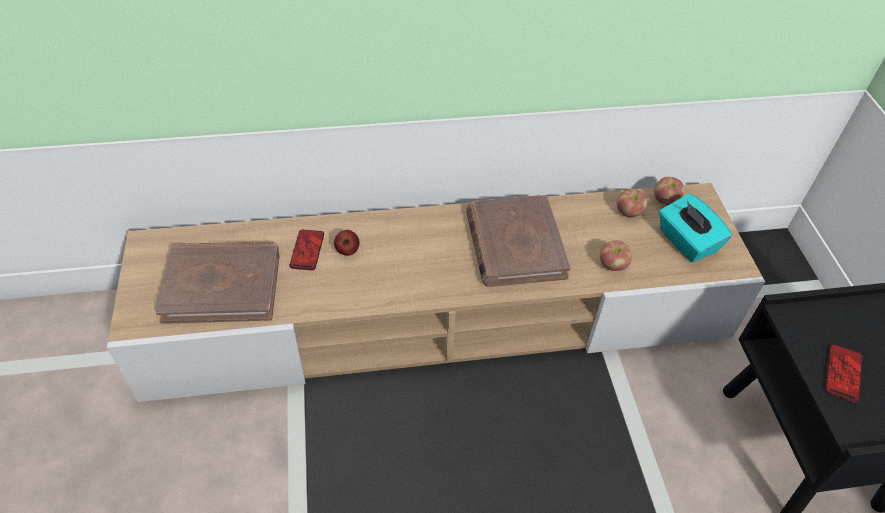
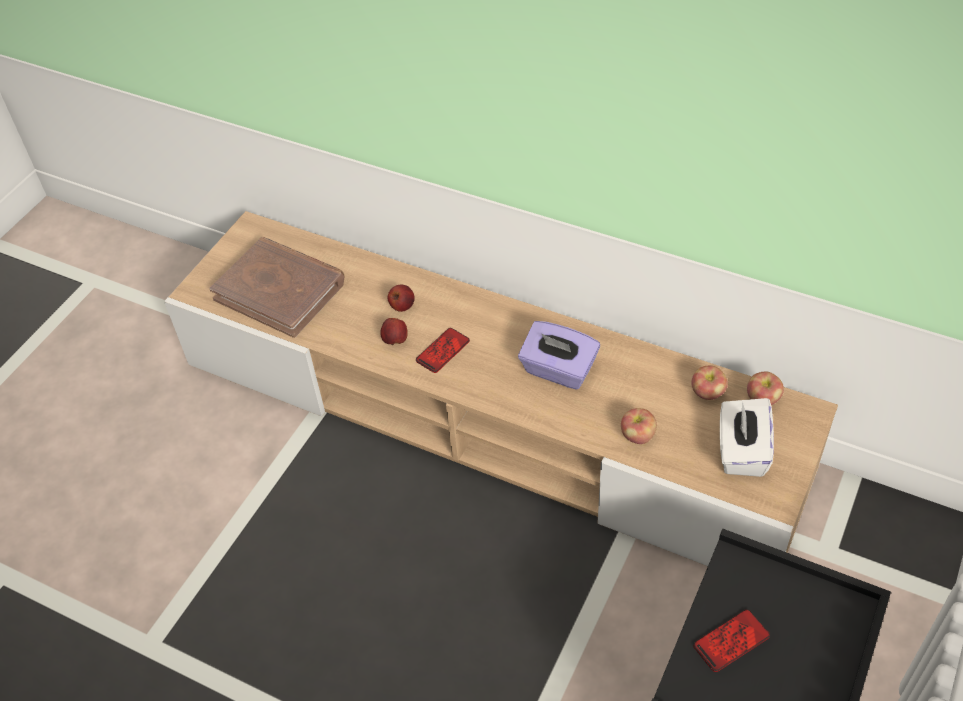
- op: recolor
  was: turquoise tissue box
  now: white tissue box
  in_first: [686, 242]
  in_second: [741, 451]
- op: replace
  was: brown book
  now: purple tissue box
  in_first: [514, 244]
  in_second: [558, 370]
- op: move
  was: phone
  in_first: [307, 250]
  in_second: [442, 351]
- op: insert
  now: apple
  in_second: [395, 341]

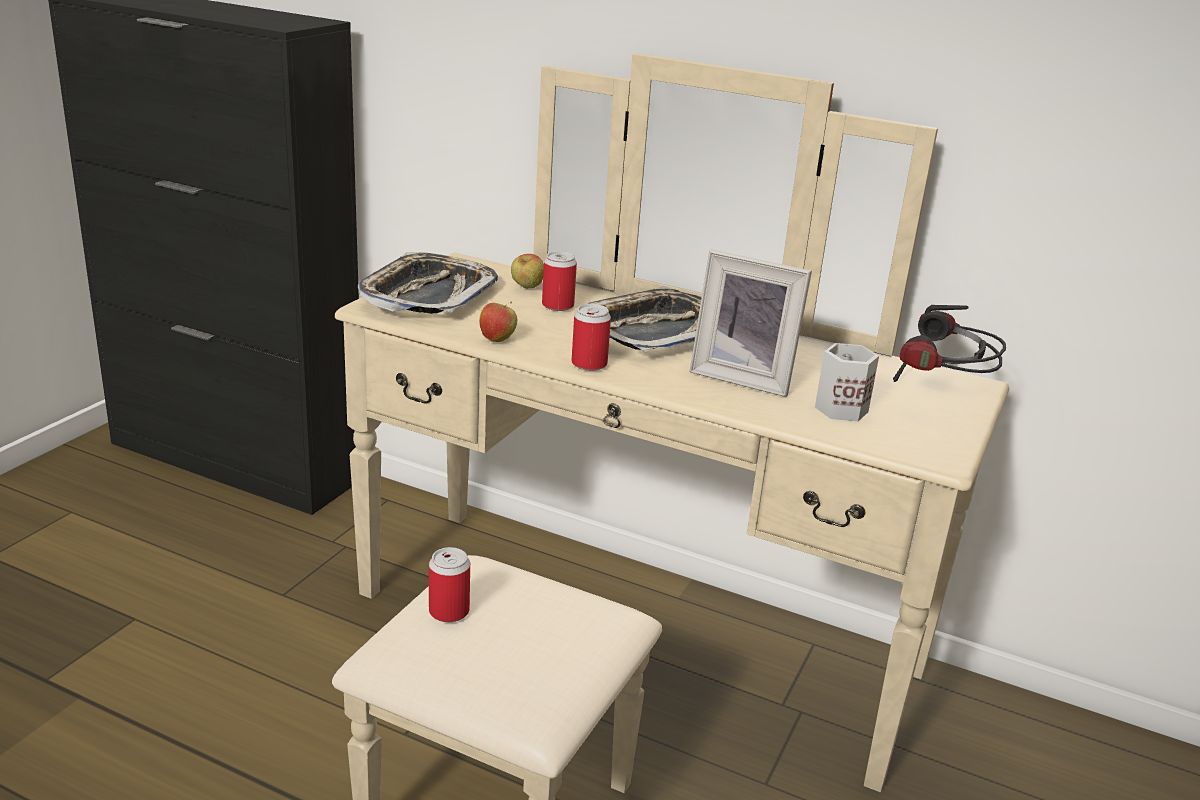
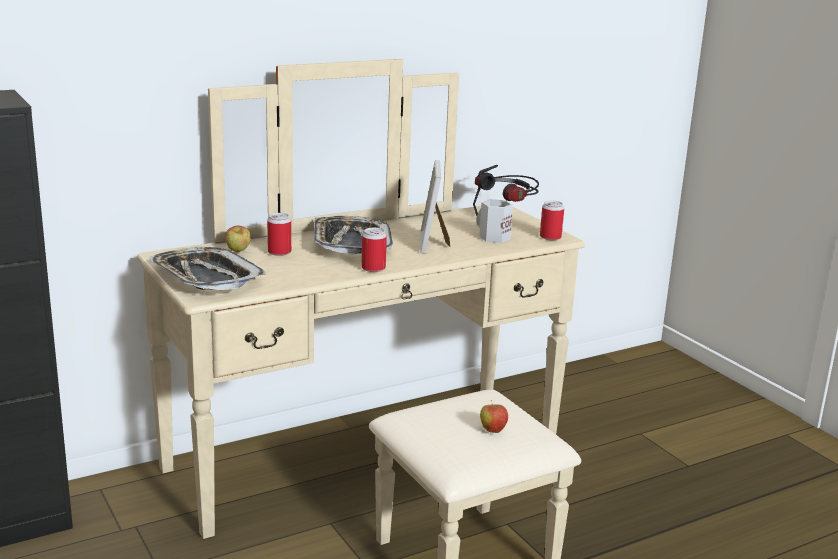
- op: rotate
  was: picture frame
  in_first: [744, 377]
  in_second: [435, 243]
  clockwise: 120
- op: move
  was: apple
  in_first: [497, 339]
  in_second: [492, 430]
- op: move
  was: can
  in_first: [449, 611]
  in_second: [550, 237]

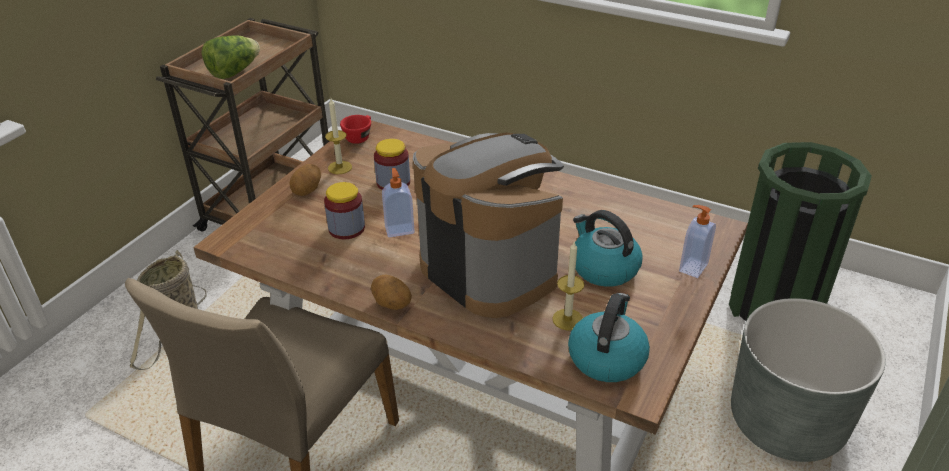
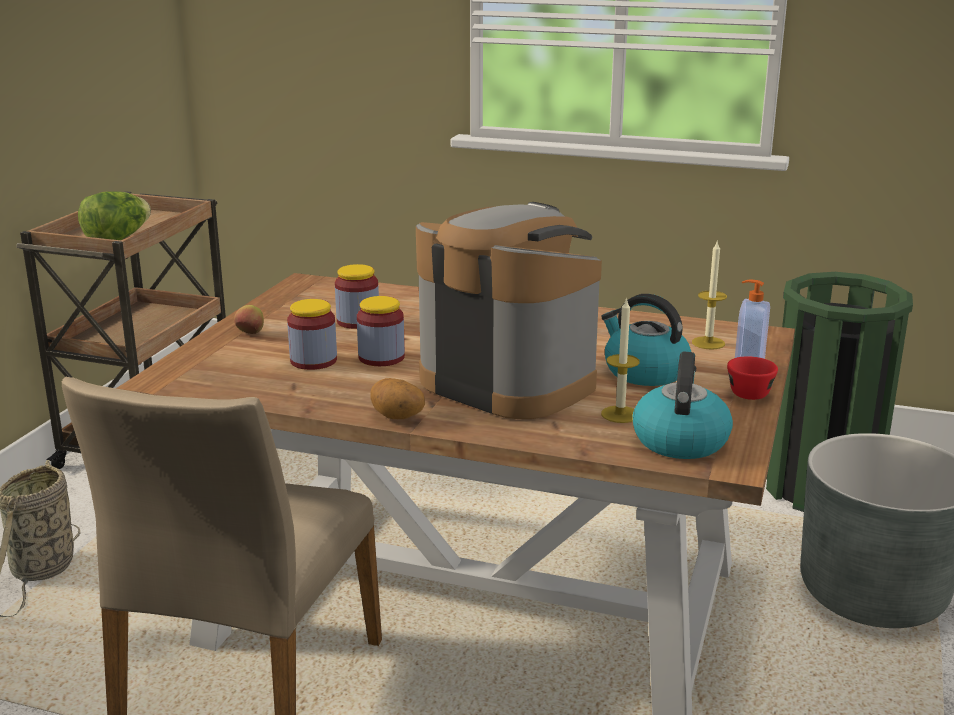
- op: move
  was: candle
  in_first: [340, 167]
  in_second: [708, 343]
- op: move
  was: red cup
  in_first: [359, 137]
  in_second: [749, 391]
- op: replace
  was: potato
  now: apple
  in_first: [307, 191]
  in_second: [250, 334]
- op: replace
  was: soap dispenser
  now: jar
  in_first: [399, 229]
  in_second: [381, 357]

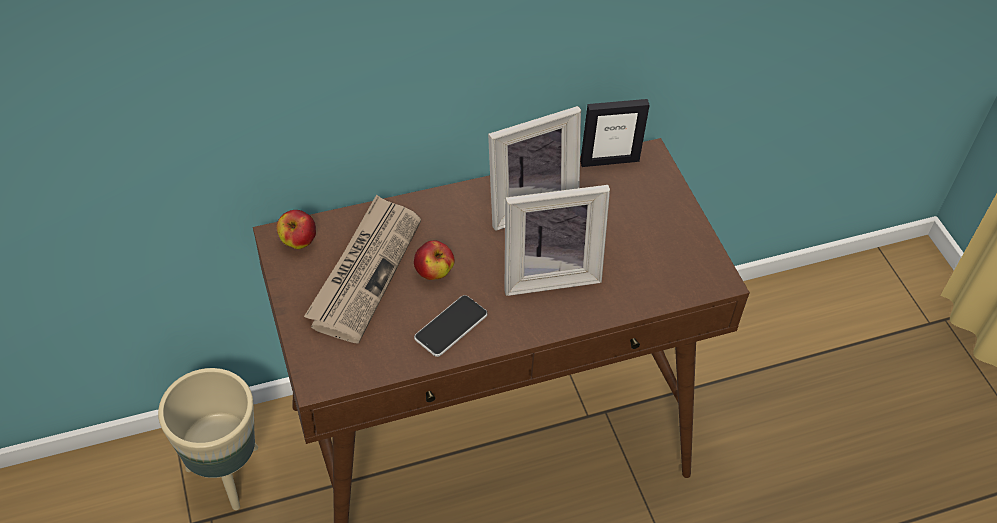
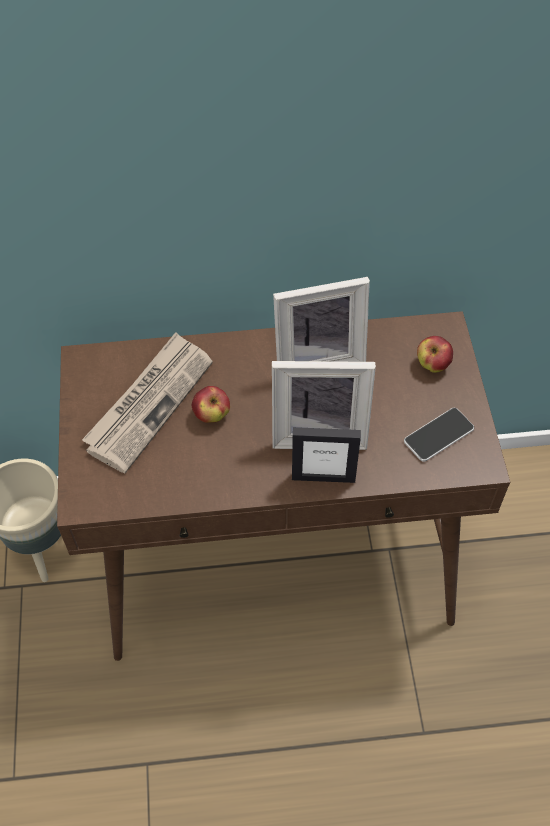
- op: move
  was: picture frame
  in_first: [609, 161]
  in_second: [323, 477]
- op: move
  was: apple
  in_first: [298, 241]
  in_second: [432, 364]
- op: move
  was: phone
  in_first: [451, 326]
  in_second: [438, 435]

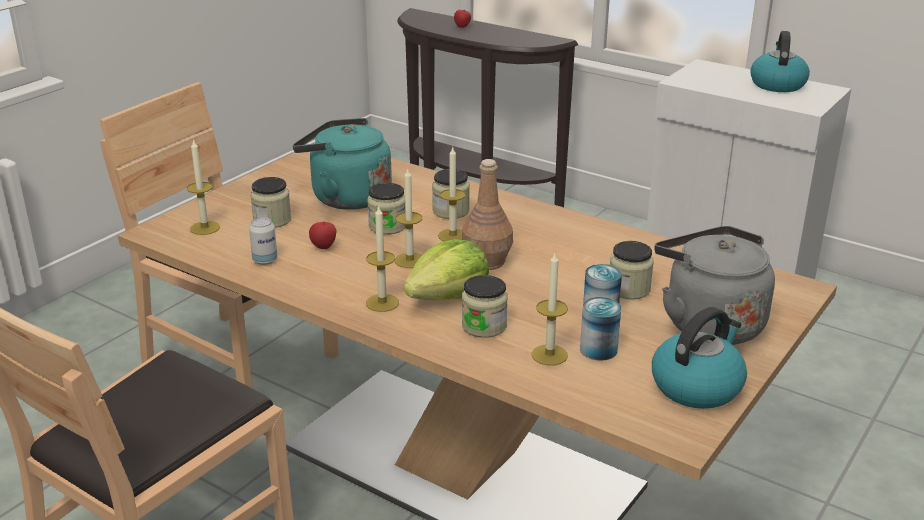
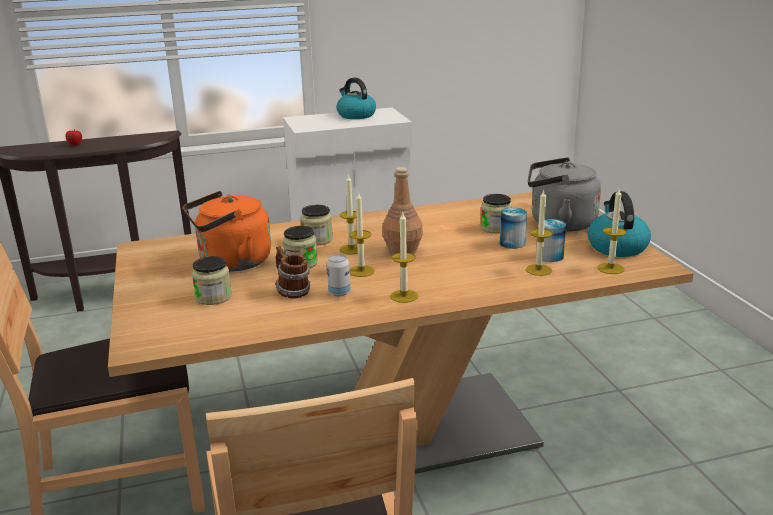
- op: recolor
  was: turquoise kettle
  now: orange kettle
  in_first: [346, 197]
  in_second: [231, 263]
- op: move
  was: candle
  in_first: [205, 228]
  in_second: [610, 268]
- op: move
  was: can
  in_first: [265, 260]
  in_second: [339, 293]
- op: replace
  was: apple
  now: mug
  in_first: [324, 247]
  in_second: [292, 292]
- op: delete
  was: lettuce
  in_first: [448, 296]
- op: delete
  was: jar
  in_first: [484, 326]

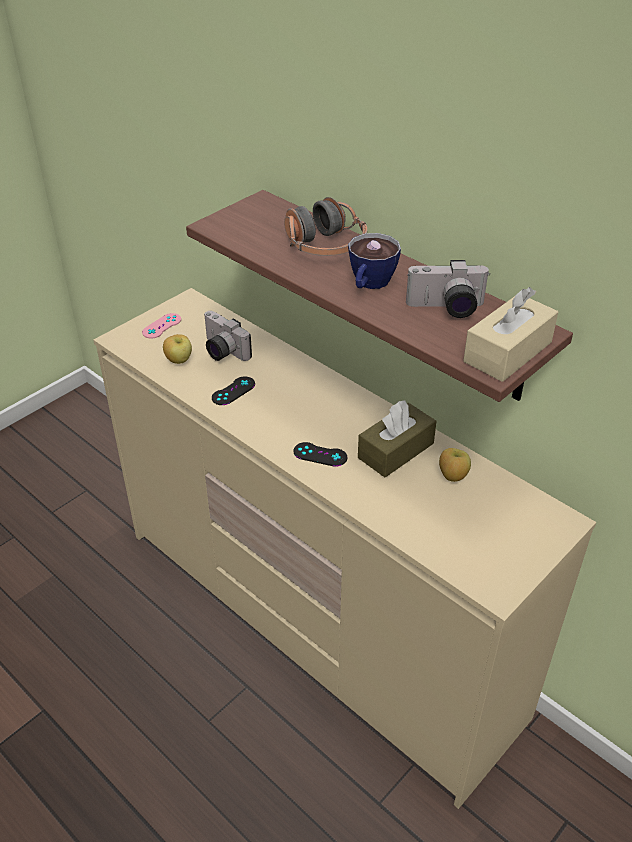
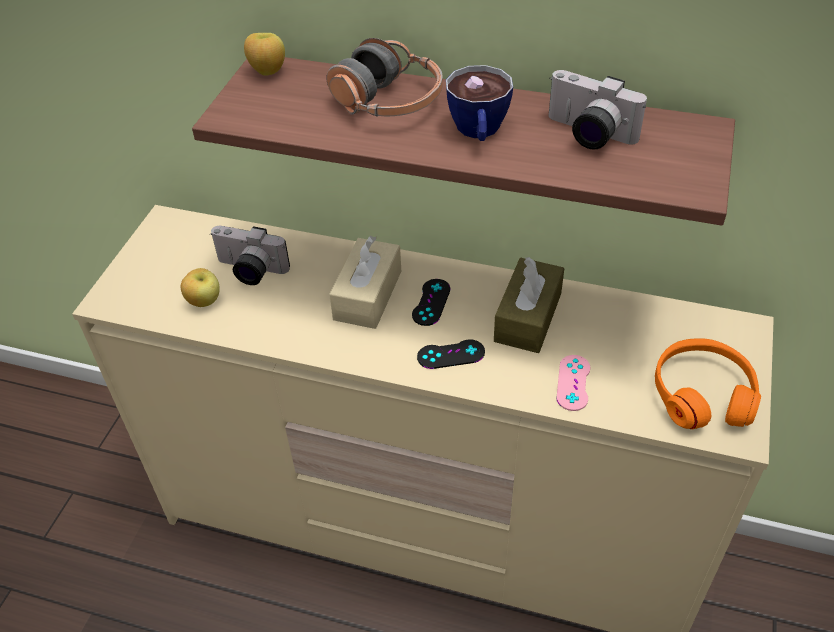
- op: rotate
  was: photo camera
  in_first: [446, 309]
  in_second: [587, 134]
  clockwise: 60
- op: move
  was: beige tissue box
  in_first: [507, 352]
  in_second: [368, 295]
- op: move
  was: pink game controller
  in_first: [162, 326]
  in_second: [573, 383]
- op: move
  was: black game controller
  in_first: [233, 391]
  in_second: [431, 302]
- op: move
  was: apple
  in_first: [452, 476]
  in_second: [267, 72]
- op: insert
  now: orange headphones
  in_second: [702, 393]

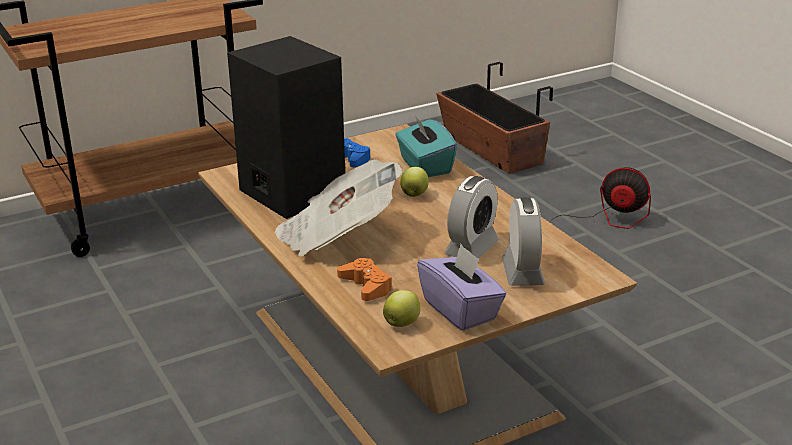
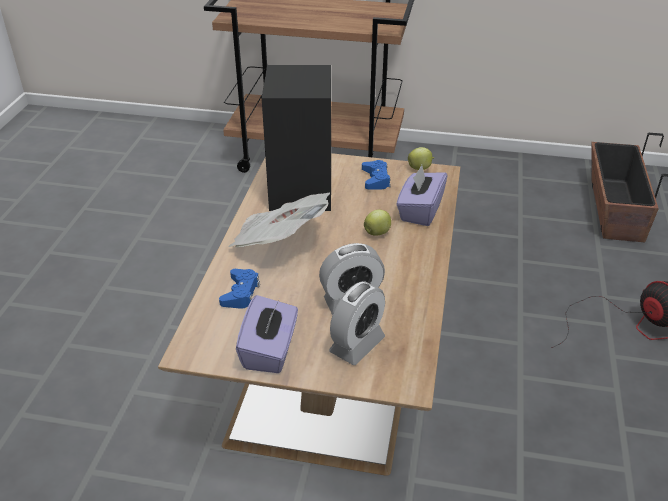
- op: recolor
  was: turquoise tissue box
  now: purple tissue box
  in_first: [425, 166]
  in_second: [420, 211]
- op: recolor
  was: orange game controller
  now: blue game controller
  in_first: [366, 286]
  in_second: [241, 293]
- op: move
  was: apple
  in_first: [402, 323]
  in_second: [420, 168]

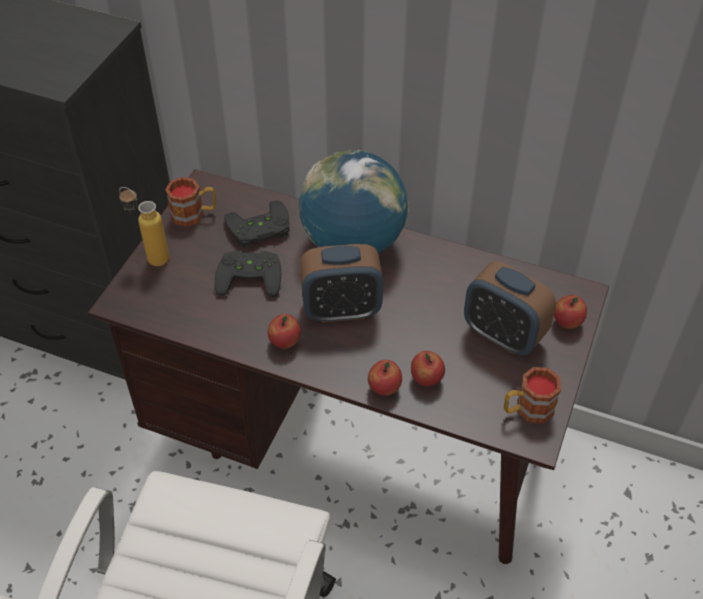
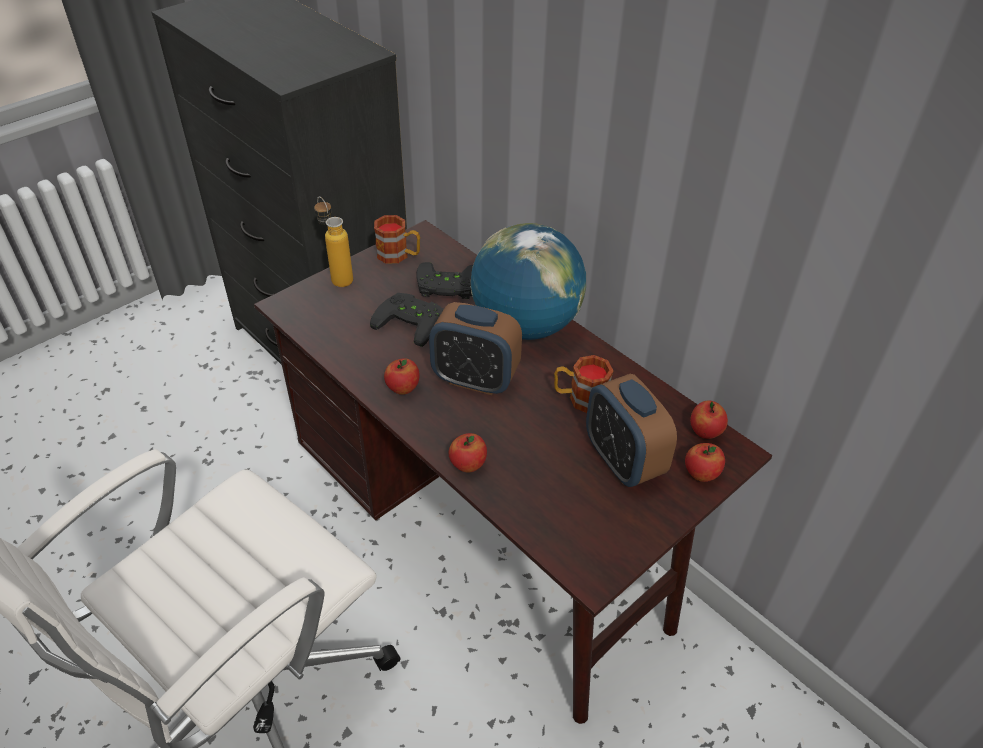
- op: move
  was: apple
  in_first: [426, 379]
  in_second: [705, 432]
- op: move
  was: mug
  in_first: [527, 409]
  in_second: [580, 398]

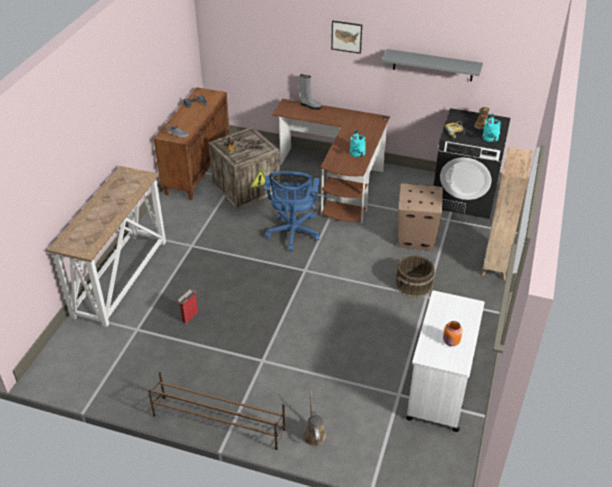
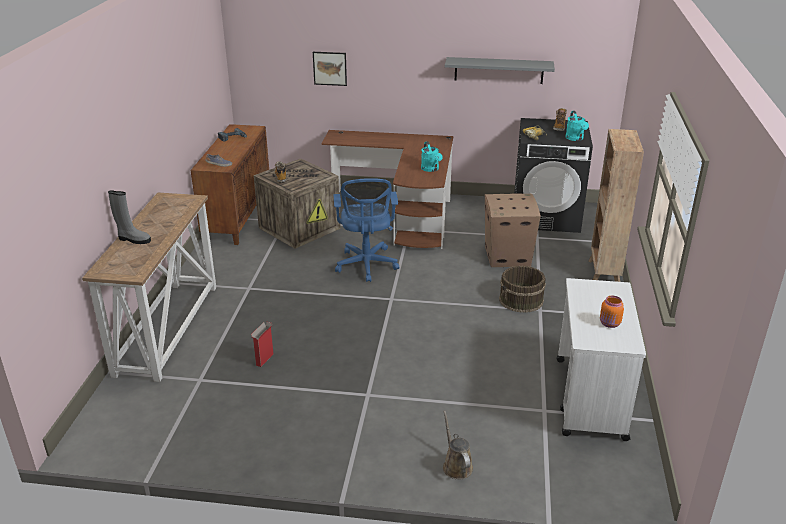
- op: move
  was: picture
  in_first: [346, 36]
  in_second: [330, 68]
- op: move
  was: grey boot
  in_first: [310, 106]
  in_second: [133, 239]
- op: delete
  was: brown shoe rack
  in_first: [218, 422]

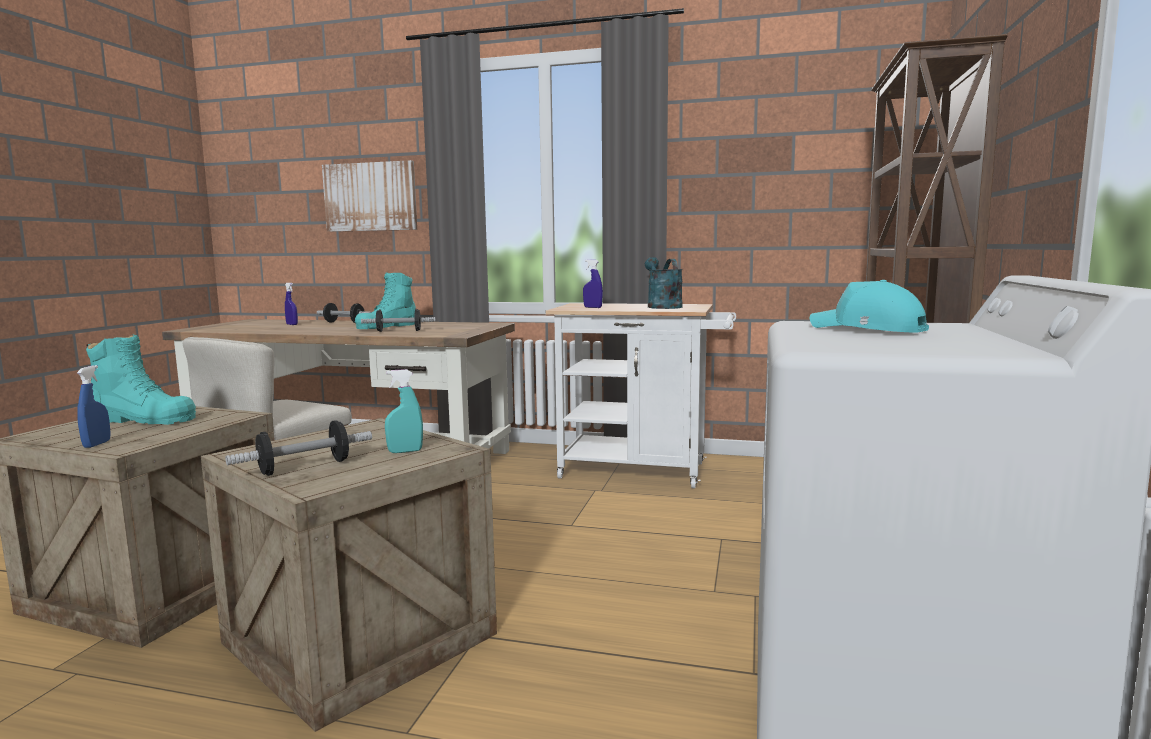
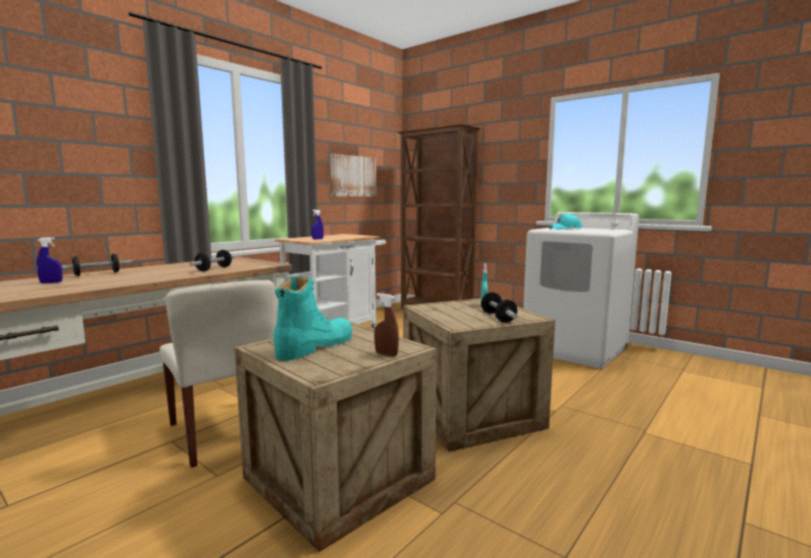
- op: move
  was: picture
  in_first: [370, 197]
  in_second: [353, 176]
- op: delete
  was: turquoise watering can
  in_first: [662, 306]
- op: delete
  was: turquoise boot
  in_first: [387, 326]
- op: recolor
  was: blue spray bottle
  now: brown spray bottle
  in_first: [97, 444]
  in_second: [386, 354]

